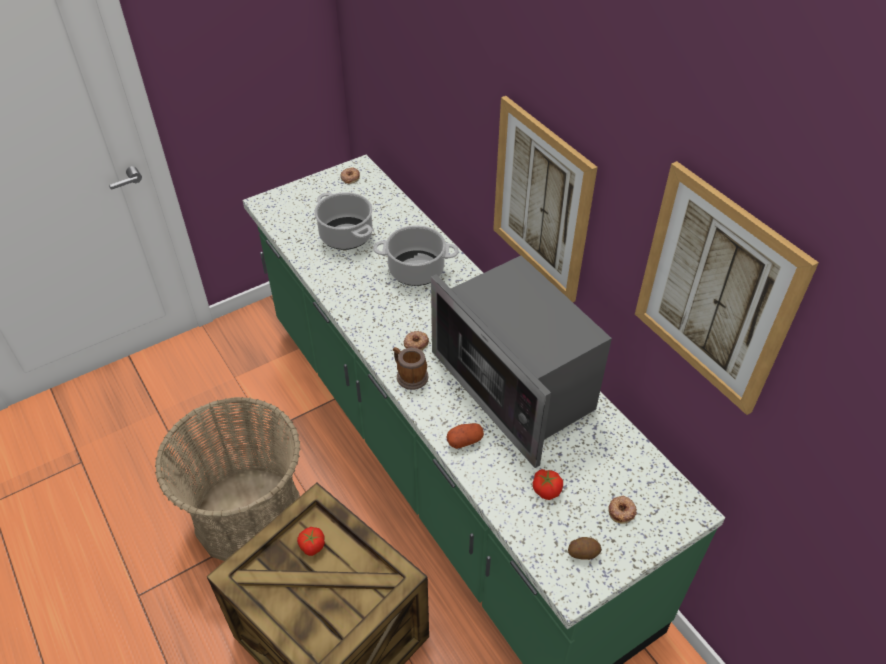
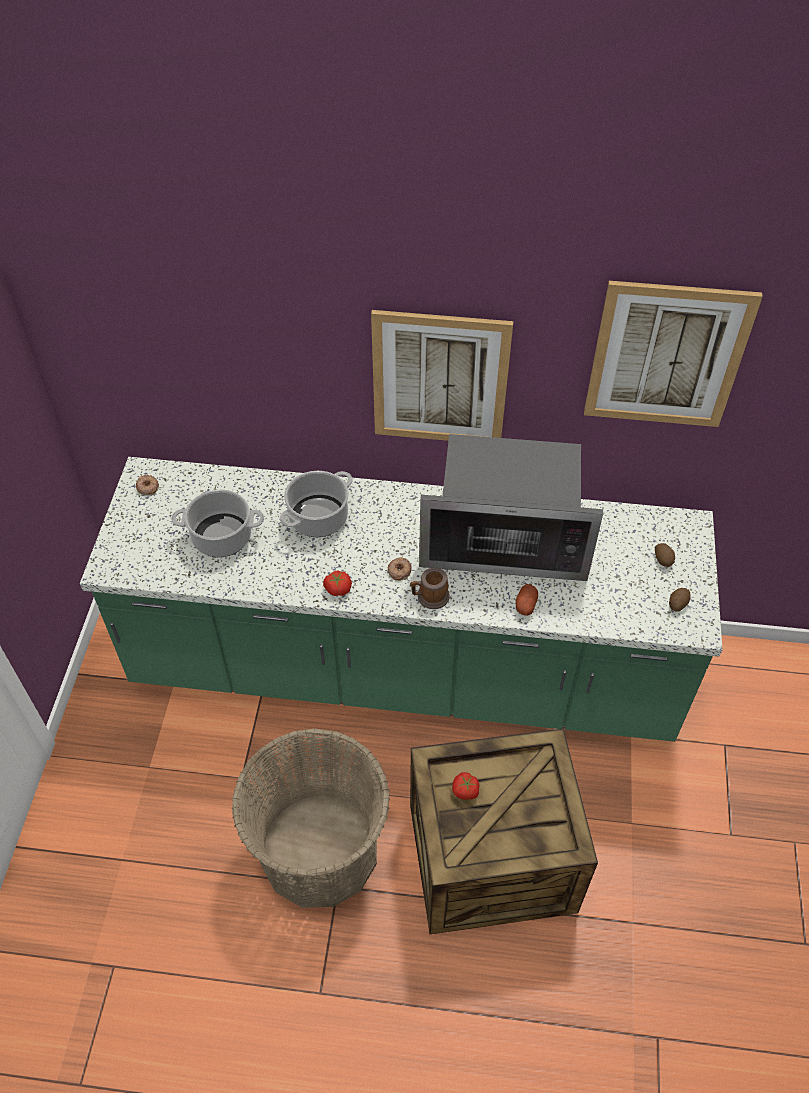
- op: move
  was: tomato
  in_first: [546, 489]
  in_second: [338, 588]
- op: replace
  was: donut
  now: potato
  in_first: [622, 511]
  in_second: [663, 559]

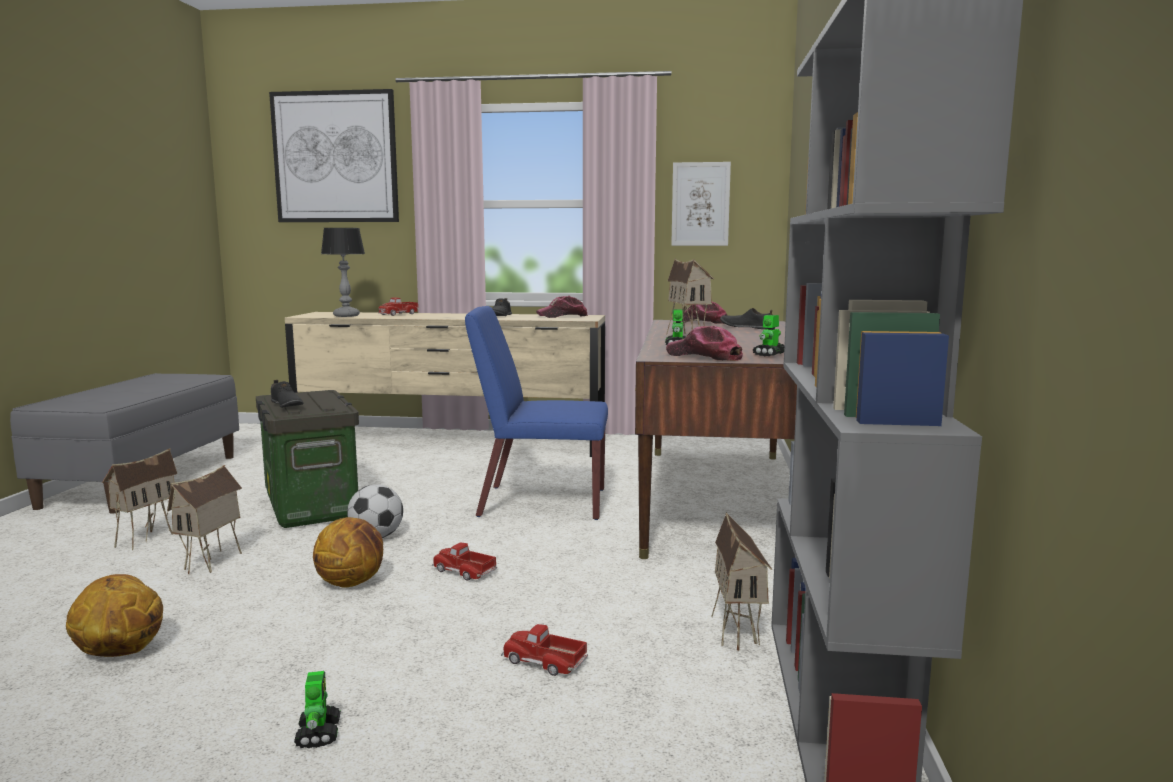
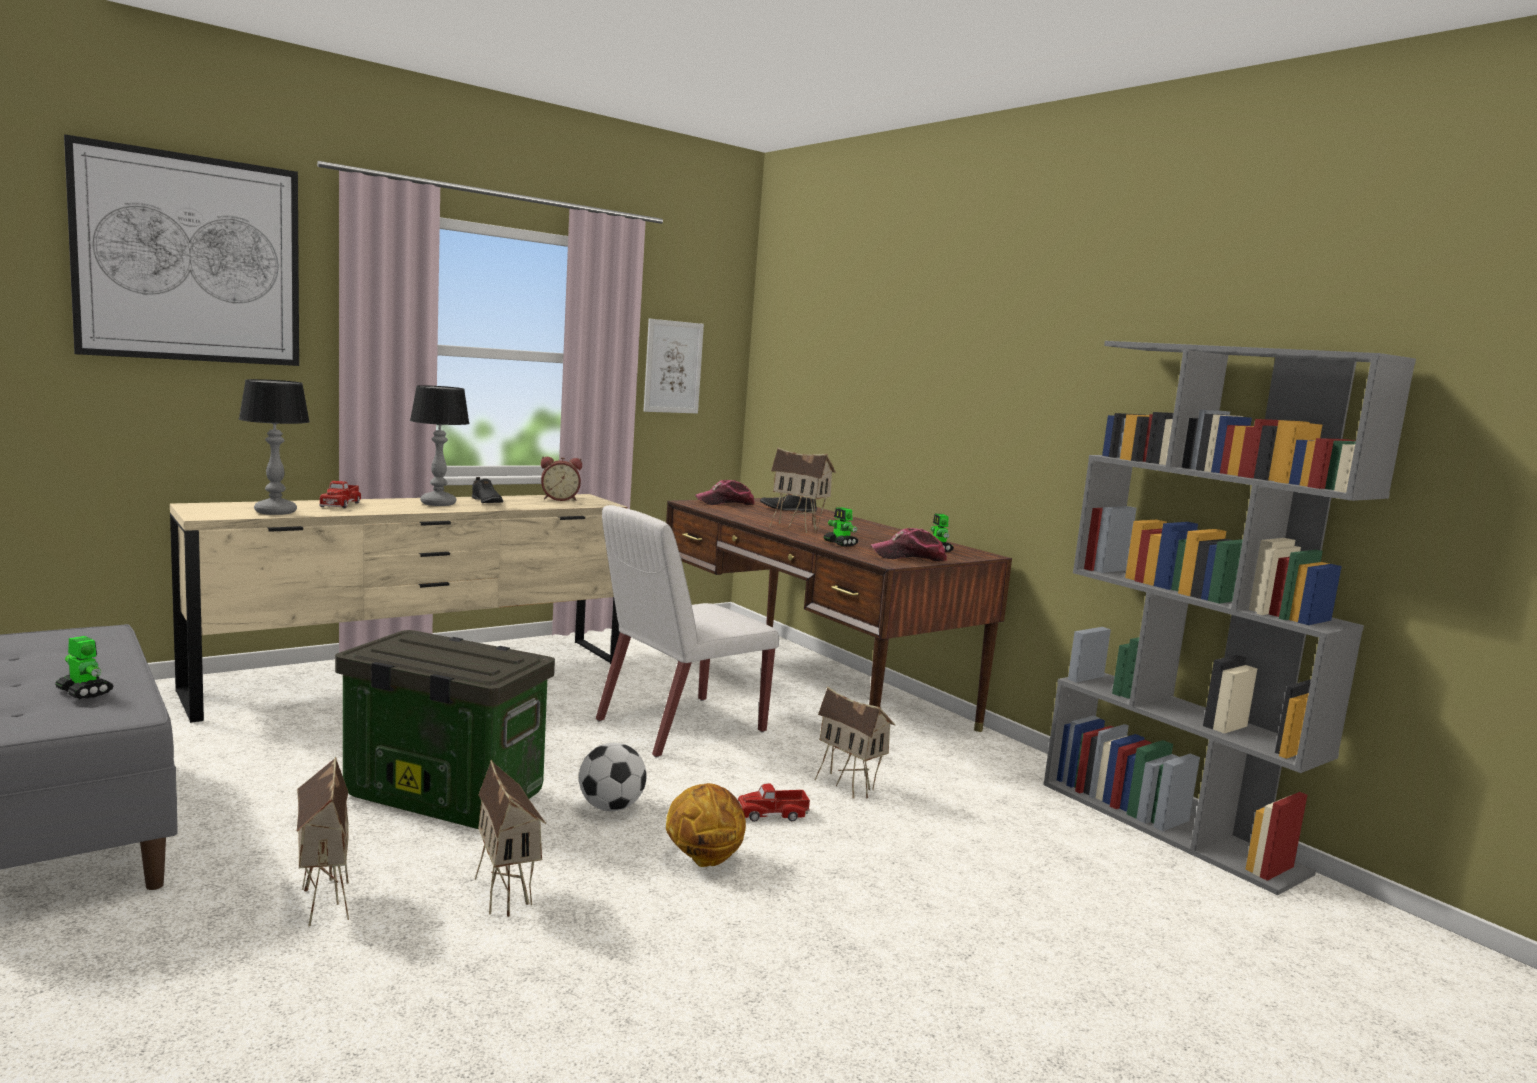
- op: replace
  was: cap
  now: alarm clock
  in_first: [563, 316]
  in_second: [560, 499]
- op: recolor
  was: blue chair
  now: white chair
  in_first: [541, 502]
  in_second: [679, 726]
- op: delete
  was: black shoe
  in_first: [286, 405]
- op: move
  was: toy house
  in_first: [738, 633]
  in_second: [849, 786]
- op: delete
  was: basketball
  in_first: [119, 653]
- op: delete
  was: toy truck
  in_first: [544, 661]
- op: move
  was: toy robot
  in_first: [318, 733]
  in_second: [84, 692]
- op: insert
  now: table lamp
  in_second: [439, 503]

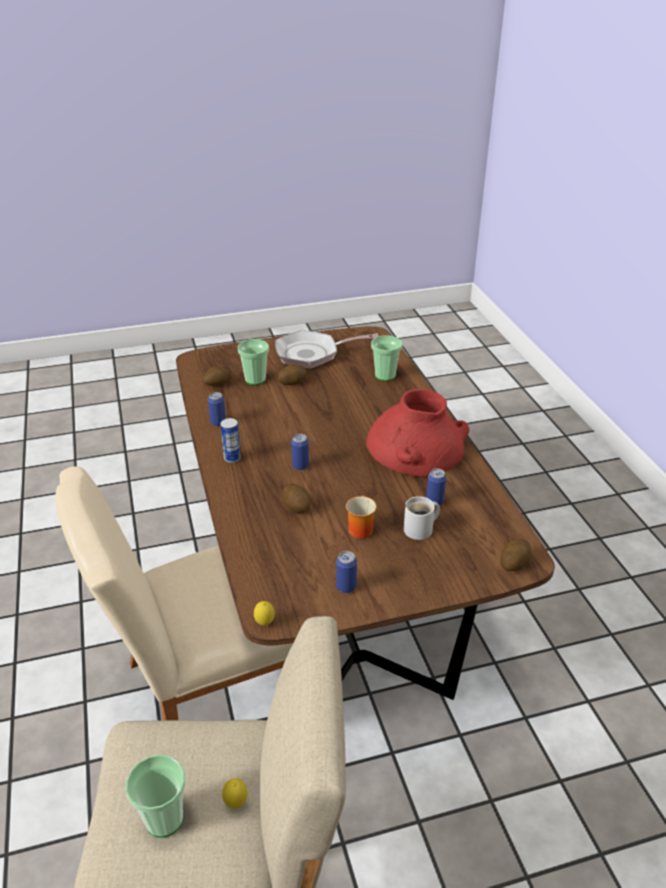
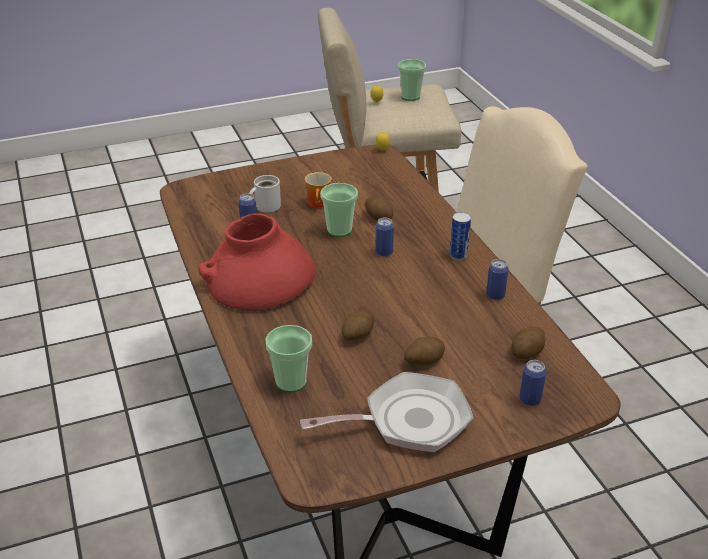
- op: move
  was: cup
  in_first: [255, 379]
  in_second: [339, 230]
- op: move
  was: potato
  in_first: [514, 563]
  in_second: [357, 335]
- op: move
  was: can
  in_first: [346, 587]
  in_second: [530, 399]

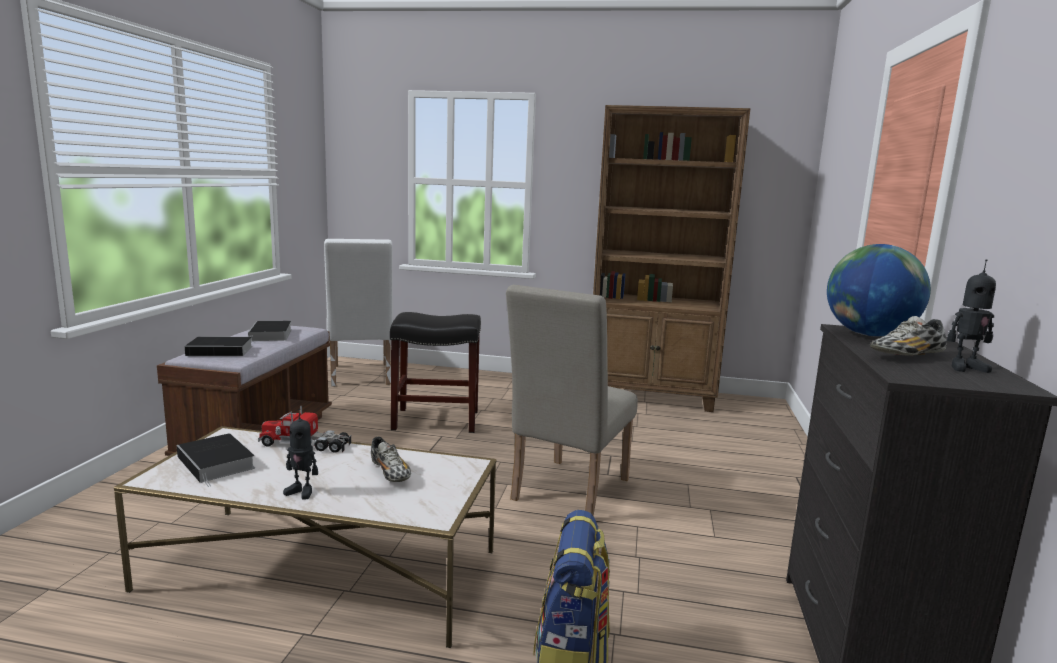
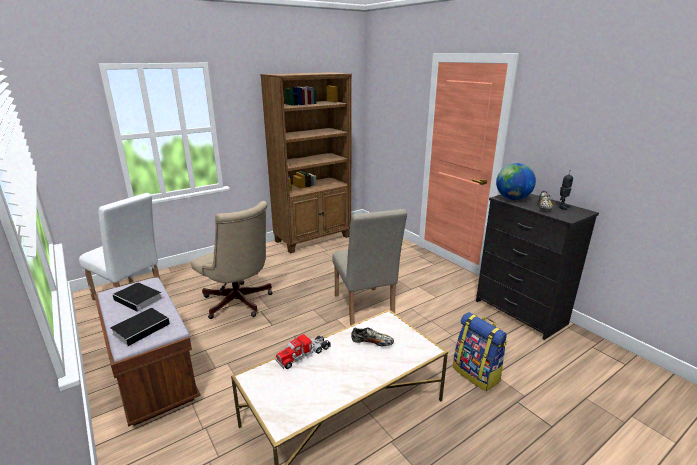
- op: replace
  was: black stool
  now: beige office chair
  in_first: [435, 420]
  in_second: [239, 304]
- op: delete
  was: toy robot
  in_first: [301, 492]
- op: delete
  was: book
  in_first: [217, 463]

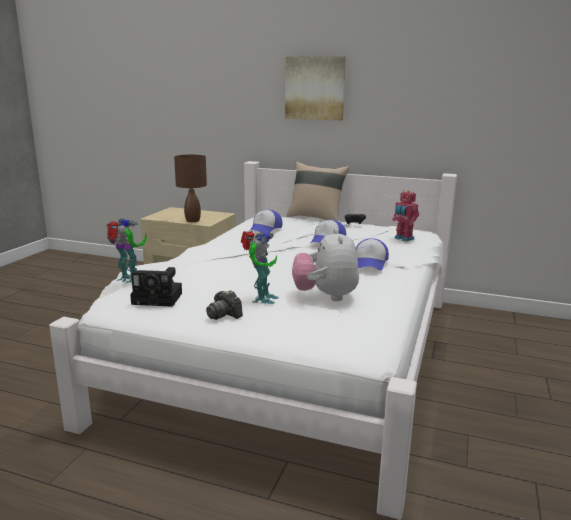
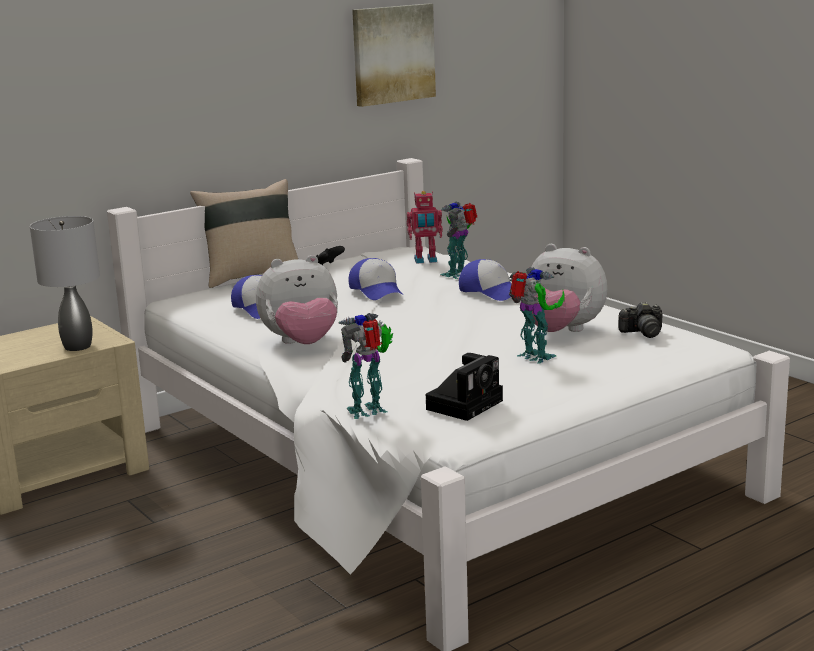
- op: move
  was: picture
  in_first: [315, 88]
  in_second: [392, 54]
- op: recolor
  was: brown table lamp
  now: grey table lamp
  in_first: [192, 220]
  in_second: [77, 347]
- op: move
  was: photo camera
  in_first: [224, 314]
  in_second: [643, 332]
- op: insert
  now: toy robot
  in_second: [458, 274]
- op: insert
  now: plush toy
  in_second: [302, 344]

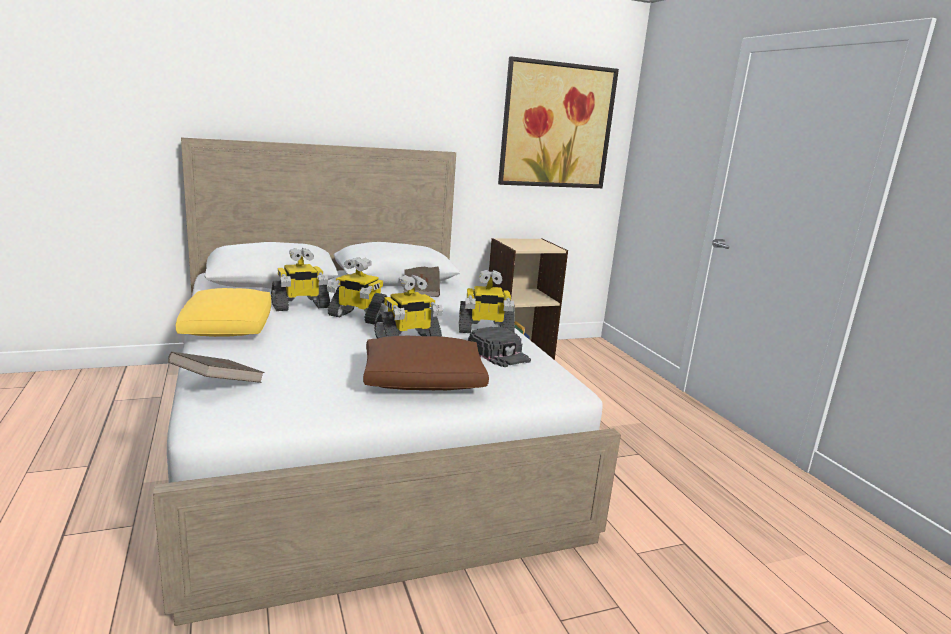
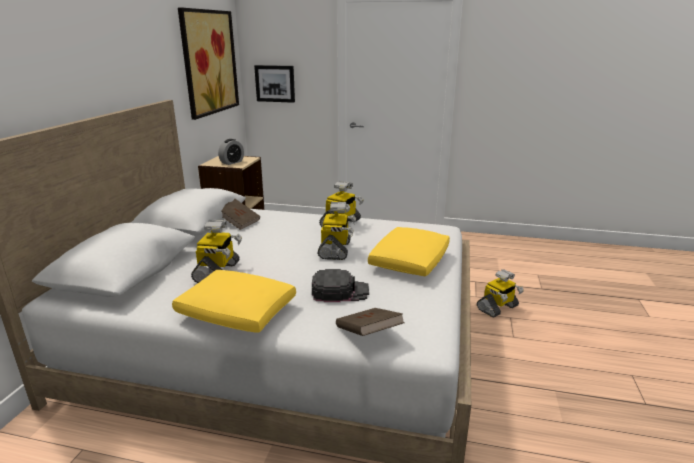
- op: move
  was: toy robot
  in_first: [358, 317]
  in_second: [497, 308]
- op: move
  was: black cap
  in_first: [499, 353]
  in_second: [340, 291]
- op: recolor
  was: brown pillow
  now: yellow pillow
  in_first: [424, 380]
  in_second: [410, 261]
- op: insert
  now: picture
  in_second: [275, 83]
- op: insert
  now: alarm clock
  in_second: [232, 162]

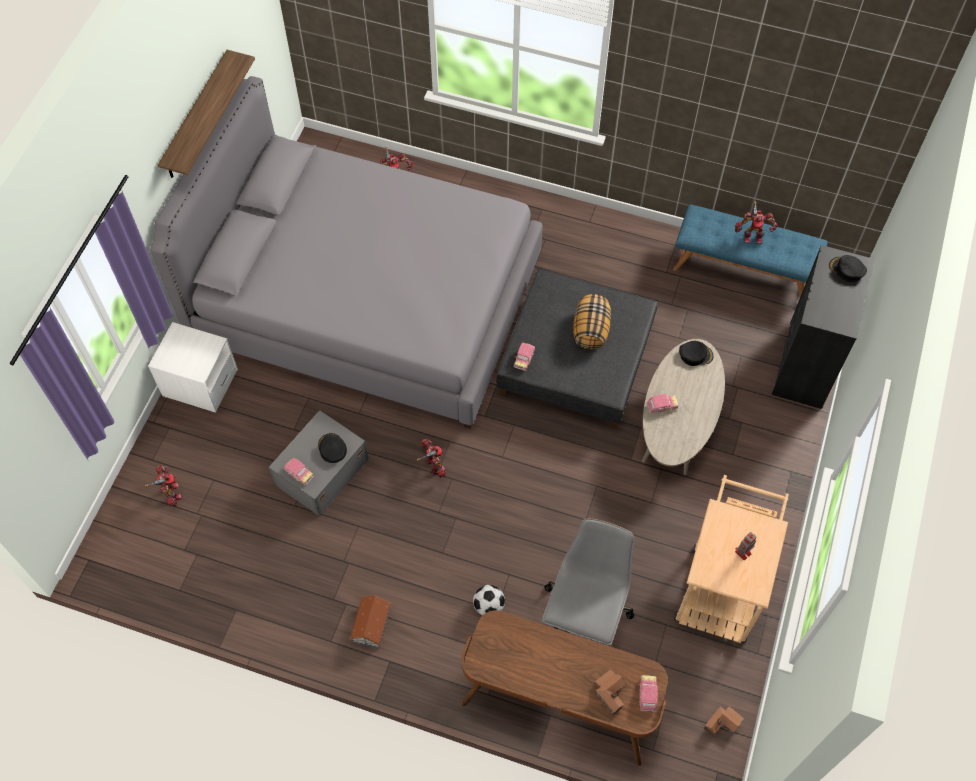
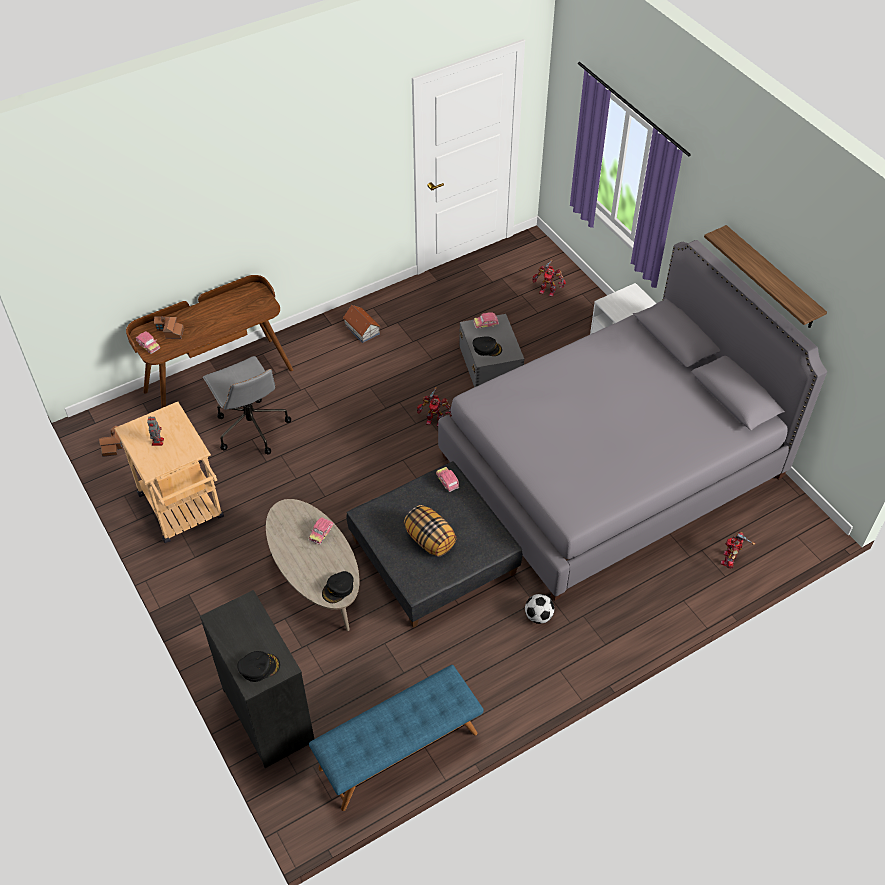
- op: delete
  was: toy robot
  in_first: [752, 236]
- op: move
  was: football
  in_first: [488, 606]
  in_second: [538, 616]

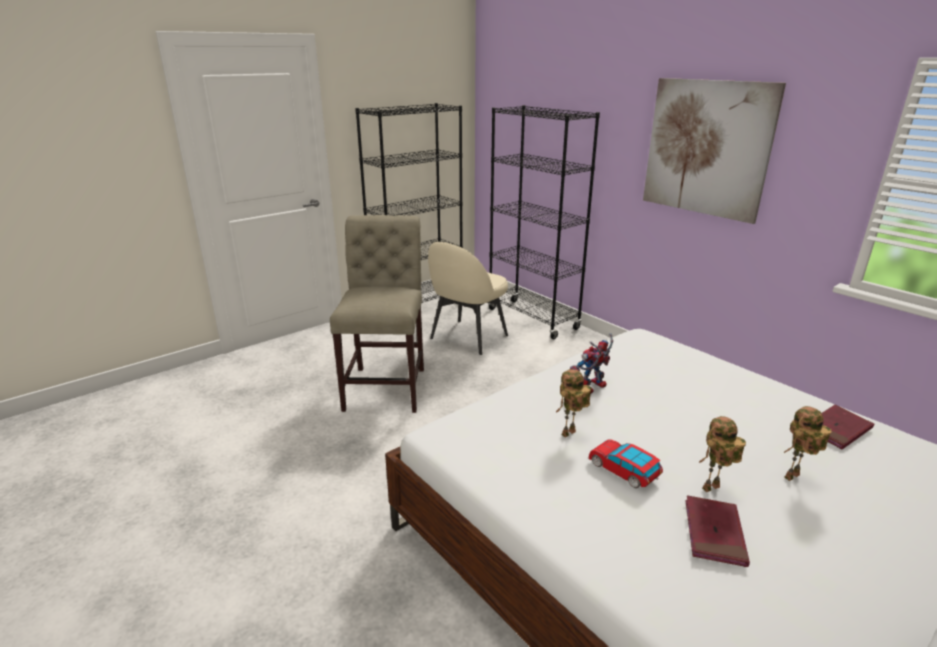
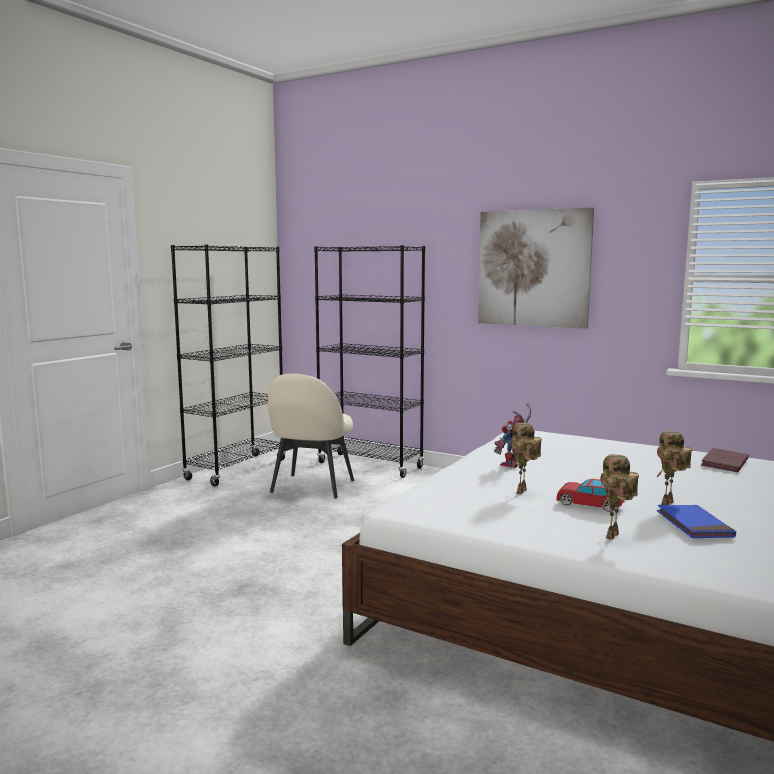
- op: delete
  was: beige chair
  in_first: [387, 385]
- op: move
  was: toy robot
  in_first: [793, 478]
  in_second: [614, 537]
- op: recolor
  was: red book
  now: blue book
  in_first: [714, 533]
  in_second: [694, 525]

